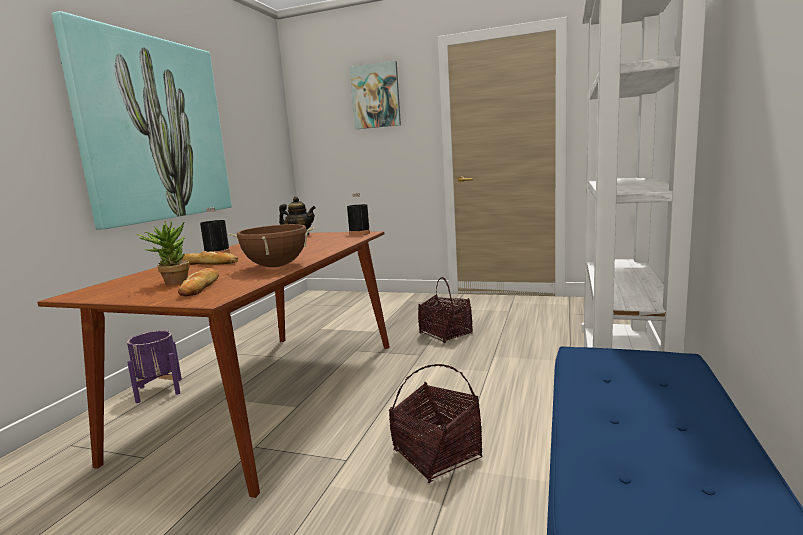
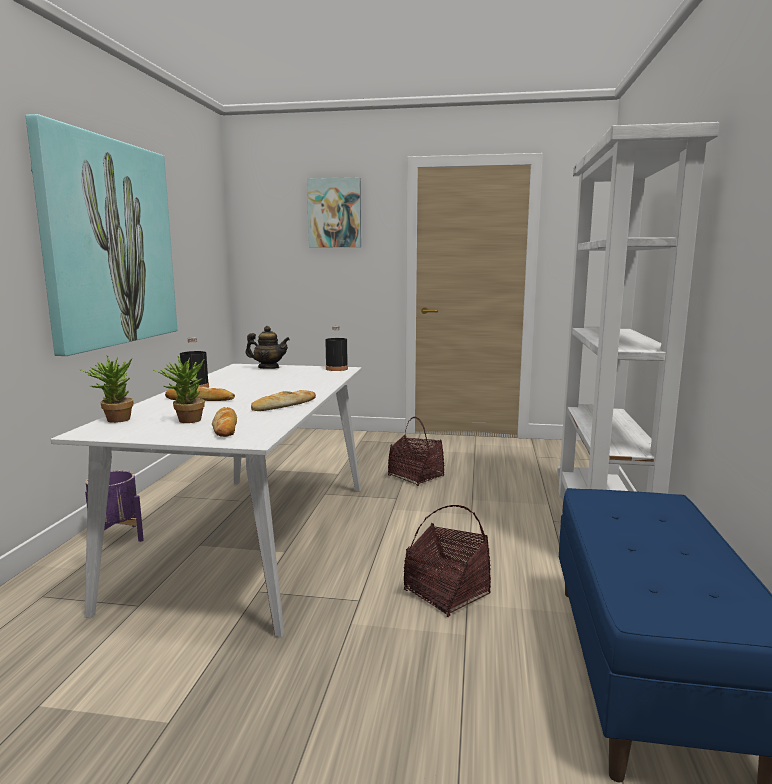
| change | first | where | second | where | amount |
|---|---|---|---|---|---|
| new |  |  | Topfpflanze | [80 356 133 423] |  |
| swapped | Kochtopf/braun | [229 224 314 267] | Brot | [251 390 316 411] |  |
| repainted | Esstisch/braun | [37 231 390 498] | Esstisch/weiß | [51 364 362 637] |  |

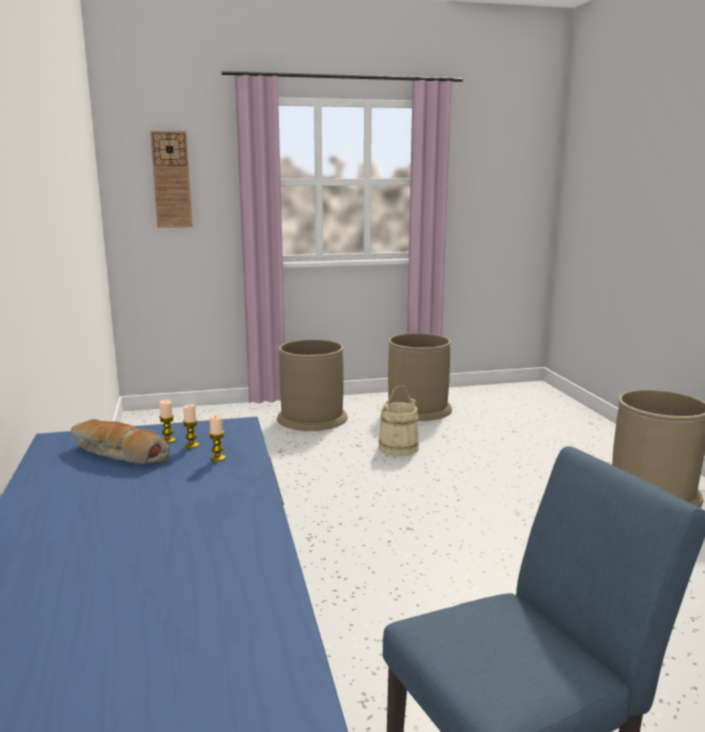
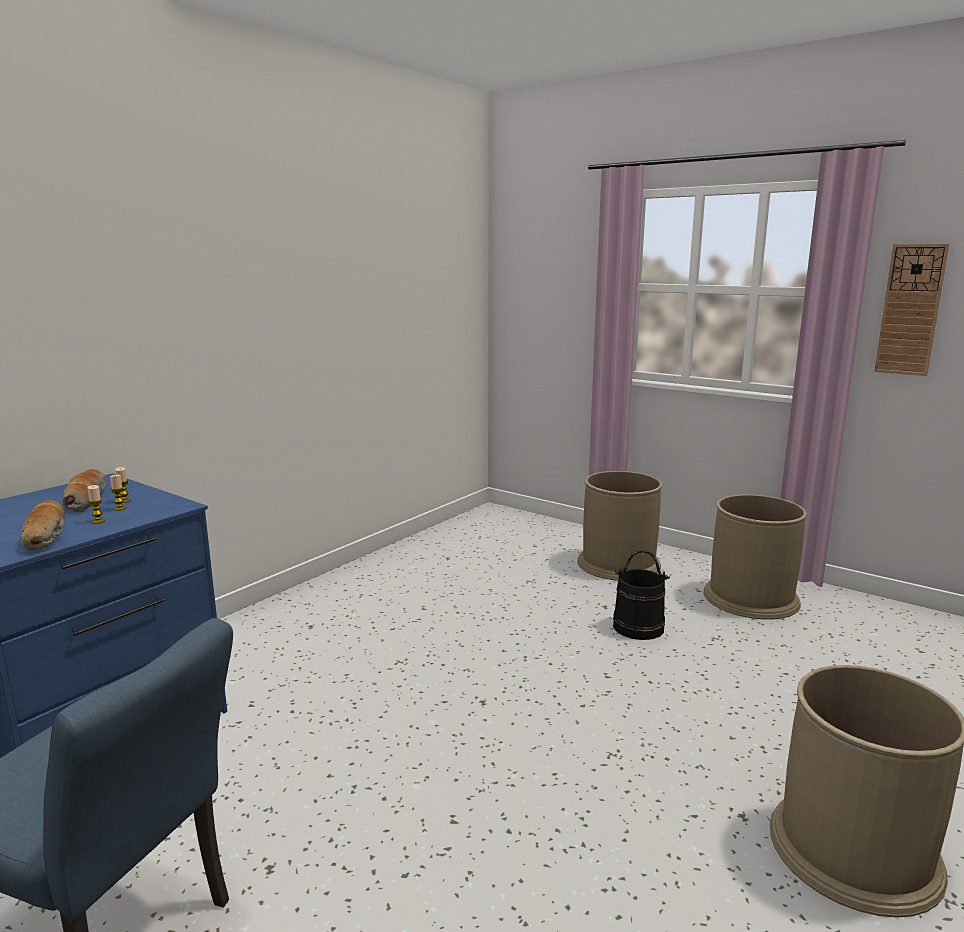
| change | first | where | second | where | amount |
|---|---|---|---|---|---|
| new |  |  | Brot | [21 500 65 550] |  |
| shifted | Wanduhr | [150 131 193 228] |  | [874 244 949 376] |  |
| repainted | Eimer/beige | [378 385 419 456] | Eimer/schwarz | [613 550 670 640] |  |

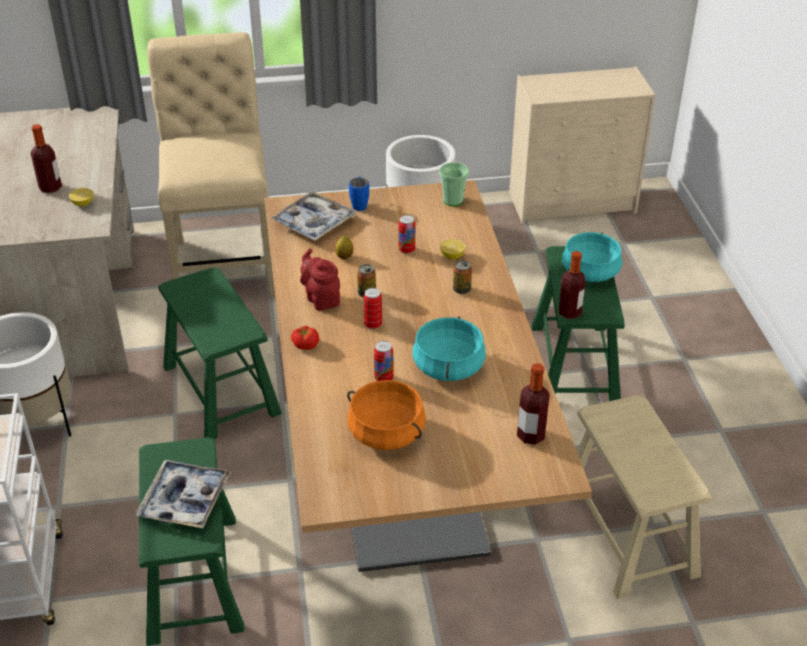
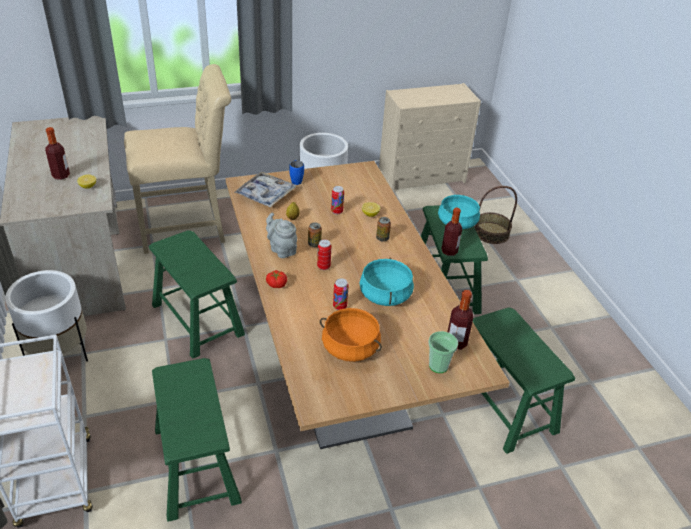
| change | first | where | second | where | amount |
|---|---|---|---|---|---|
| gone | Tablett | [135 460 231 528] |  |  |  |
| new |  |  | Korb | [475 186 517 244] |  |
| shifted | Tasse | [439 163 469 206] |  | [428 331 458 373] |  |
| repainted | Teekanne/rot | [300 248 340 311] | Teekanne/grau | [266 213 297 258] |  |
| repainted | Hocker/beige | [577 395 712 599] | Hocker/grün | [473 307 575 454] |  |
| rotated | Stuhl/beige | [147 32 275 298] |  | [124 64 231 254] | 90 degrees clockwise |

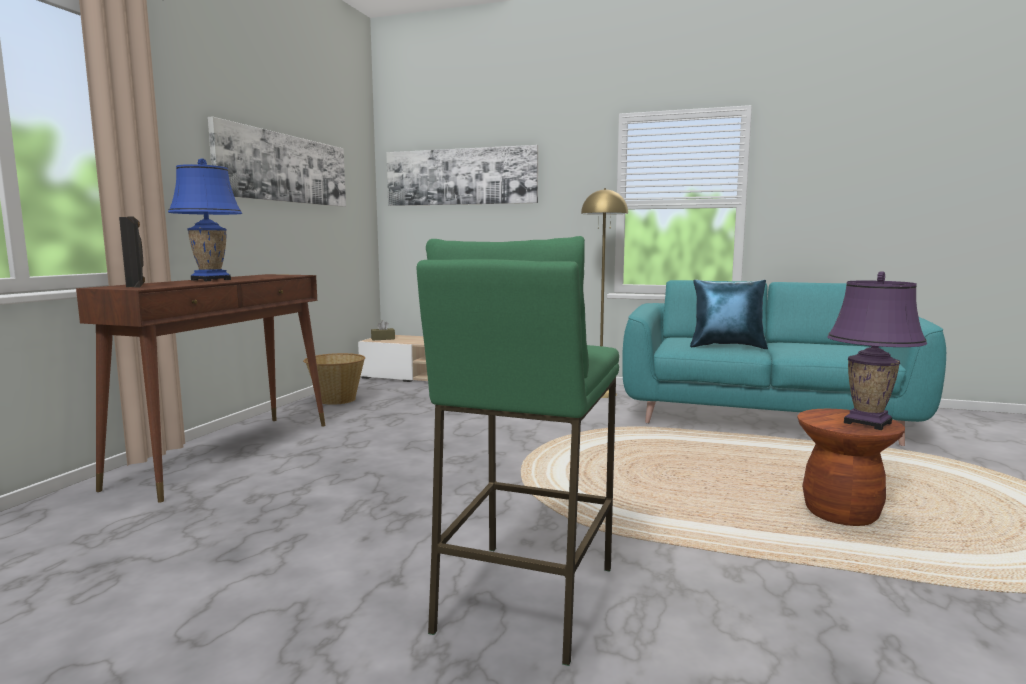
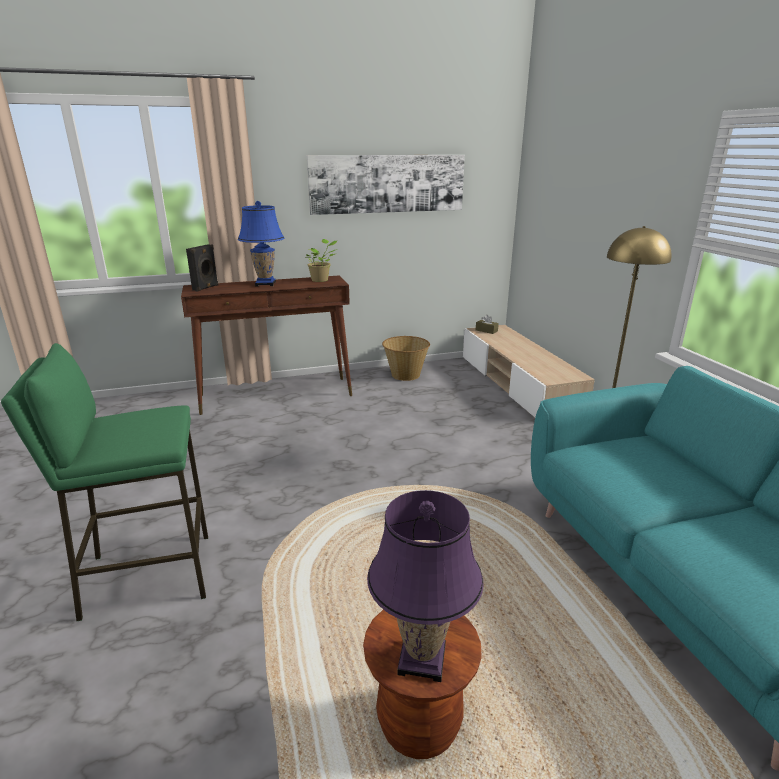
| change | first | where | second | where | amount |
|---|---|---|---|---|---|
| gone | Bild | [386 145 538 206] |  |  |  |
| gone | Kissen/blau | [690 280 768 349] |  |  |  |
| new |  |  | Topfpflanze | [305 239 338 282] |  |

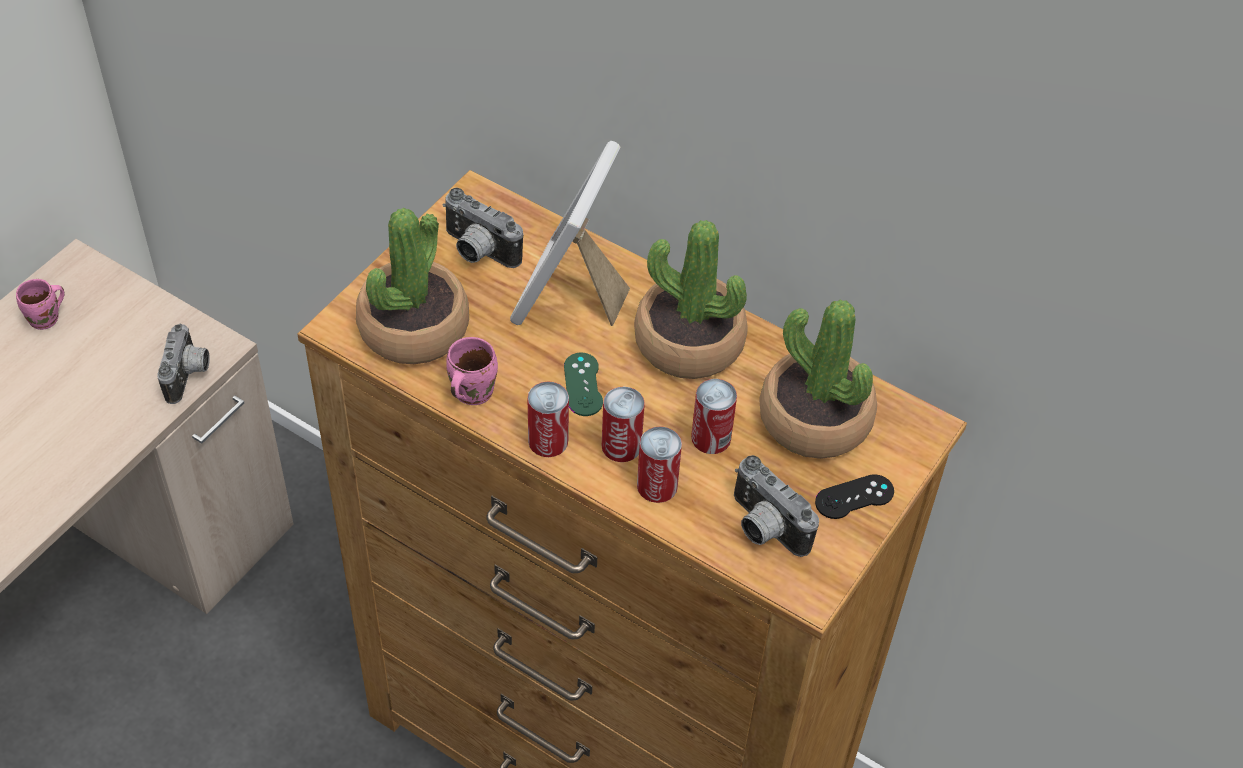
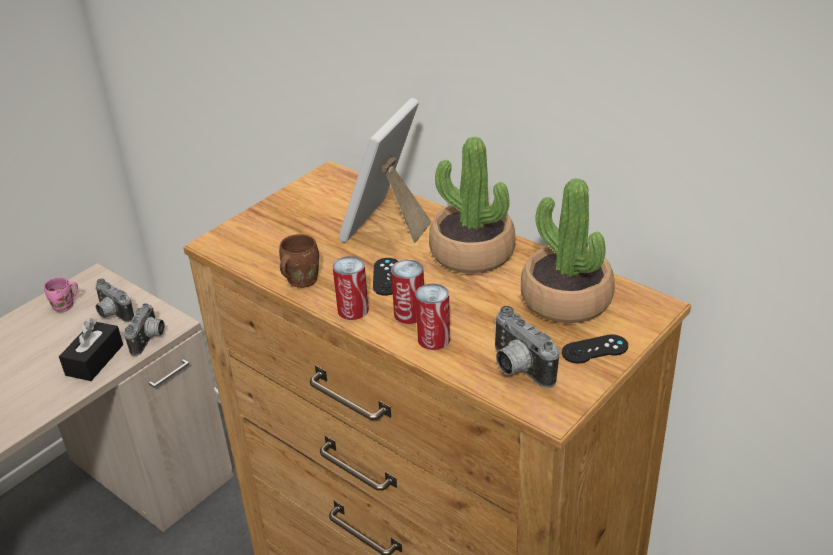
| change | first | where | second | where | amount |
|---|---|---|---|---|---|
| gone | Topfpflanze | [356 208 469 364] |  |  |  |
| gone | Dose | [691 379 737 454] |  |  |  |
| new |  |  | Taschentuchbox/schwarz | [59 318 123 381] |  |
| shifted | Kamera | [442 187 523 268] |  | [95 278 134 322] |  |
| repainted | Henkelbecher/rosa | [446 337 498 405] | Henkelbecher/braun | [279 234 319 288] |  |
| repainted | Gamepad/grün | [564 353 603 416] | Gamepad/schwarz | [373 258 398 296] |  |

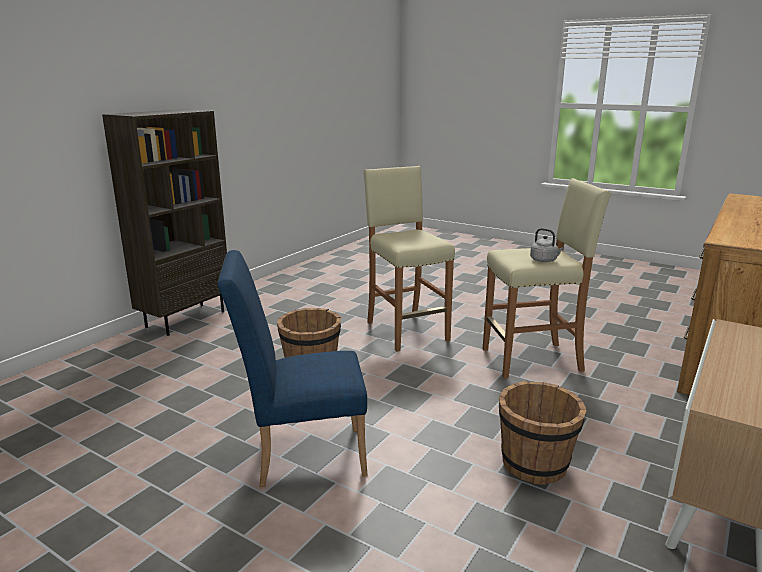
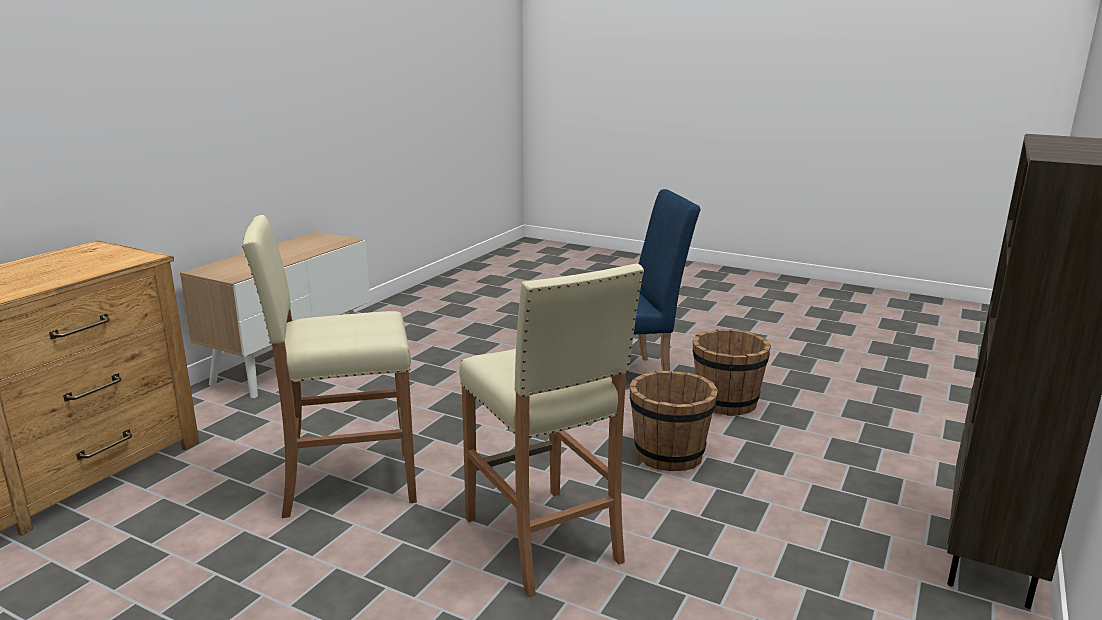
| change | first | where | second | where | amount |
|---|---|---|---|---|---|
| gone | Wasserkessel/grau | [530 228 564 262] |  |  |  |
| shifted | Eimer/braun | [499 381 587 485] |  | [692 329 771 416] |  |

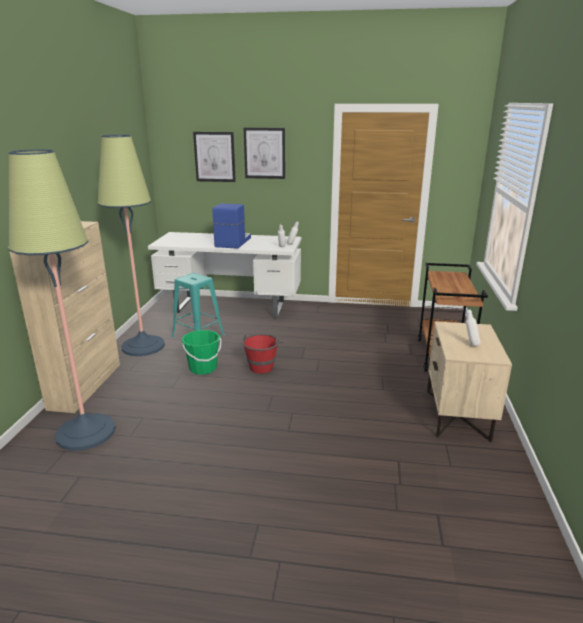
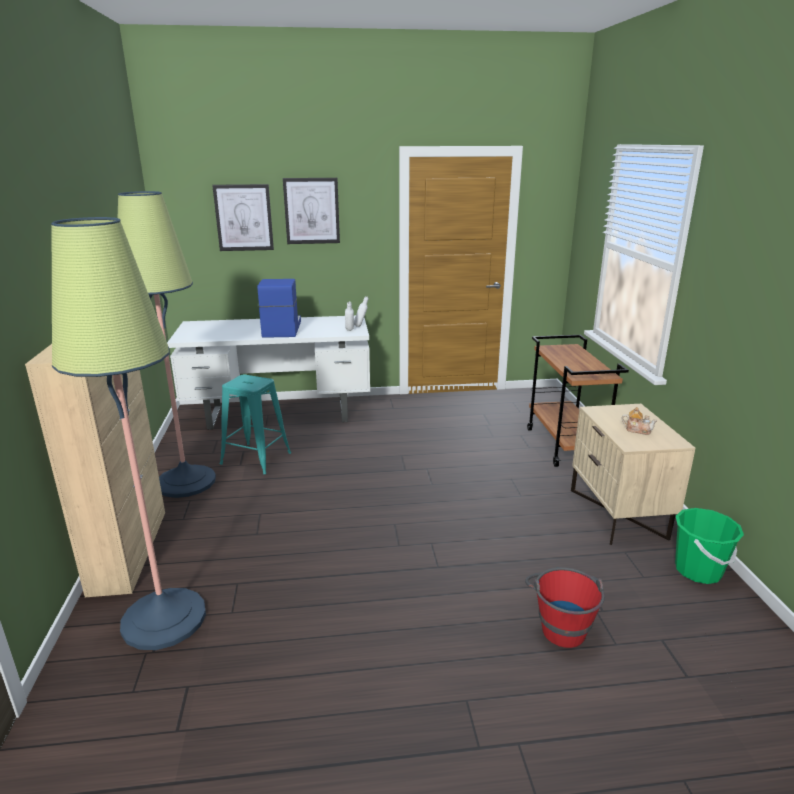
| change | first | where | second | where | amount |
|---|---|---|---|---|---|
| shifted | Eimer/grün | [182 330 221 375] |  | [675 508 744 584] |  |
| shifted | Eimer/rot | [242 334 283 374] |  | [525 567 605 648] |  |
| swapped | Flasche/weiß | [466 309 480 346] | Teekanne | [622 407 658 435] |  |

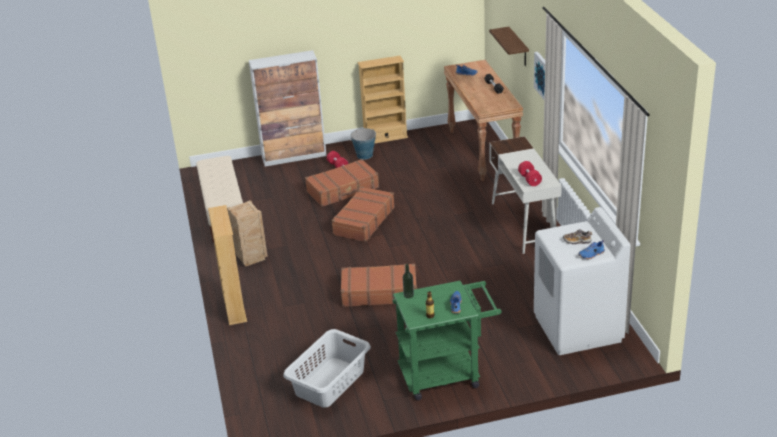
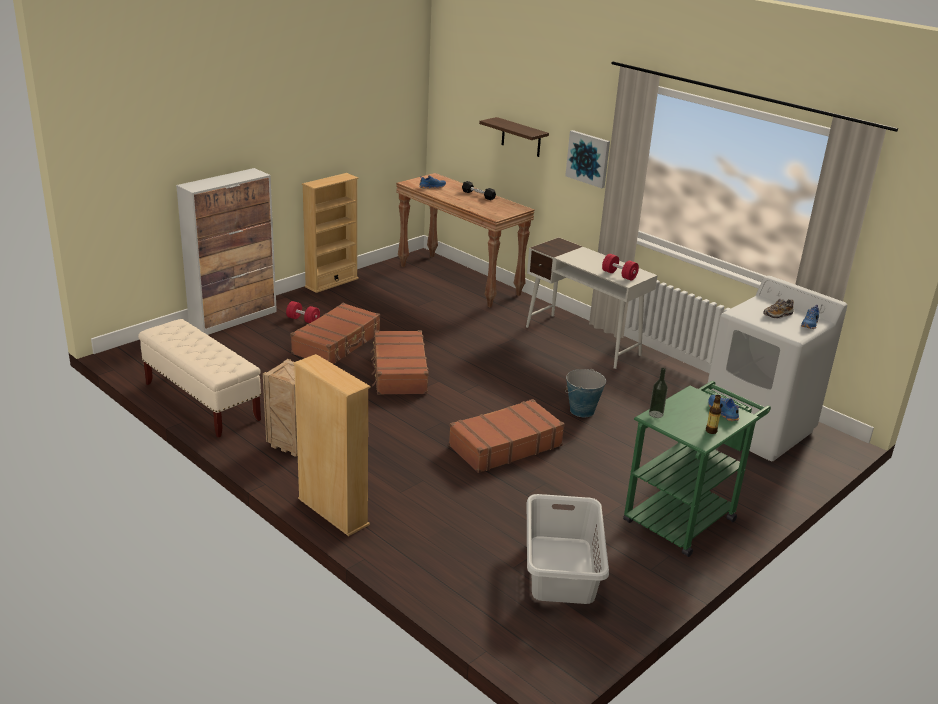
| change | first | where | second | where | amount |
|---|---|---|---|---|---|
| shifted | Eimer | [350 128 376 160] |  | [564 369 606 417] |  |

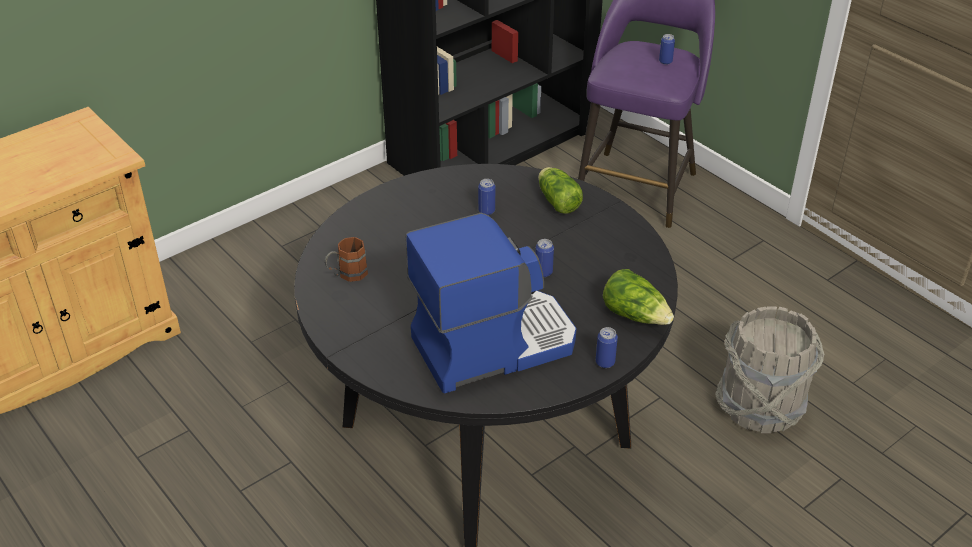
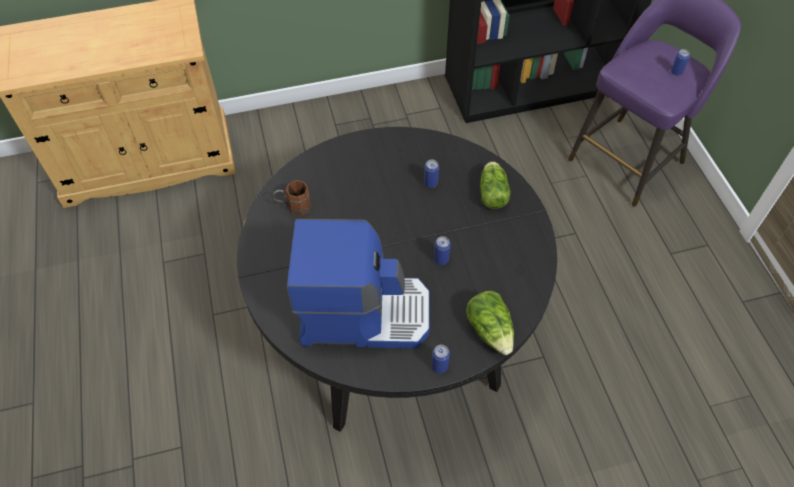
| change | first | where | second | where | amount |
|---|---|---|---|---|---|
| gone | Eimer/grau | [715 306 825 433] |  |  |  |

